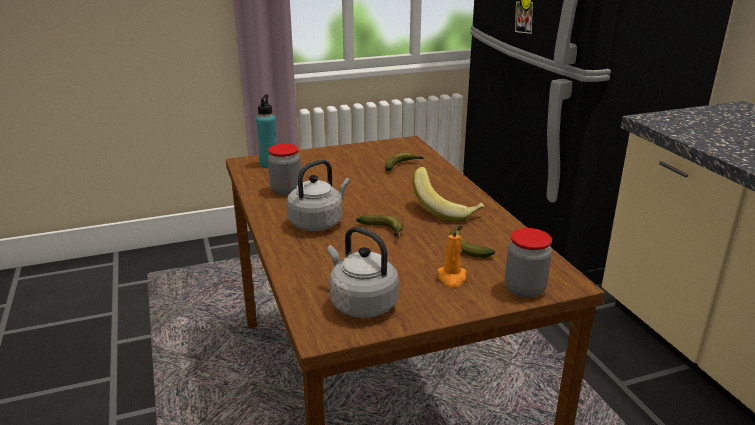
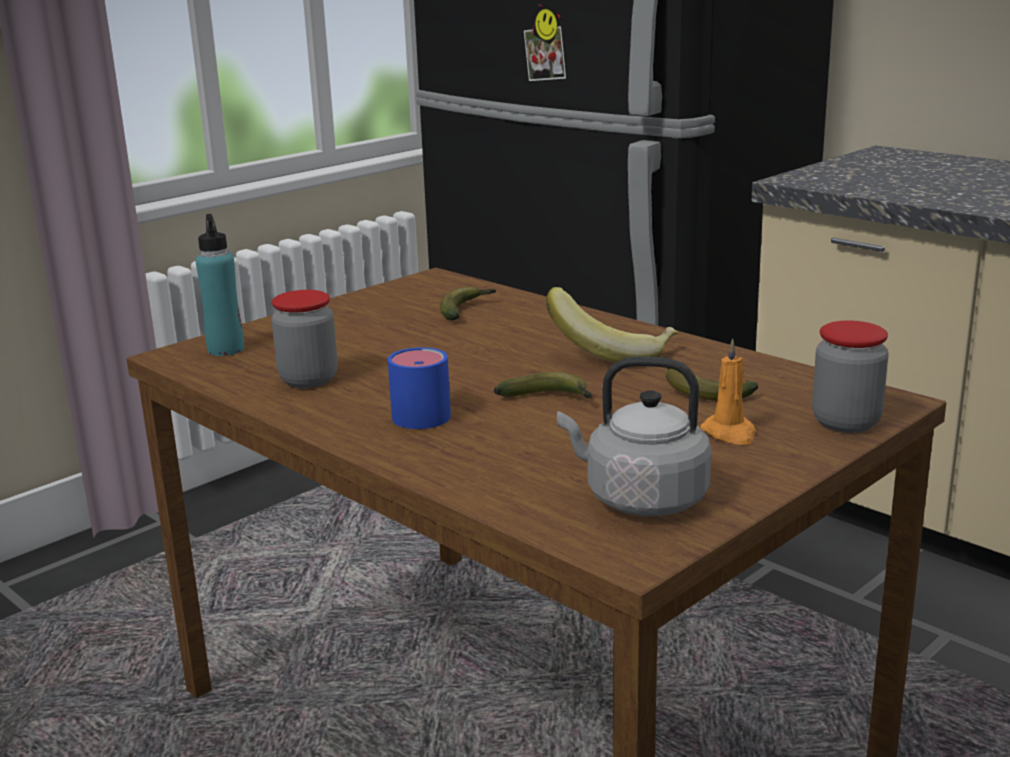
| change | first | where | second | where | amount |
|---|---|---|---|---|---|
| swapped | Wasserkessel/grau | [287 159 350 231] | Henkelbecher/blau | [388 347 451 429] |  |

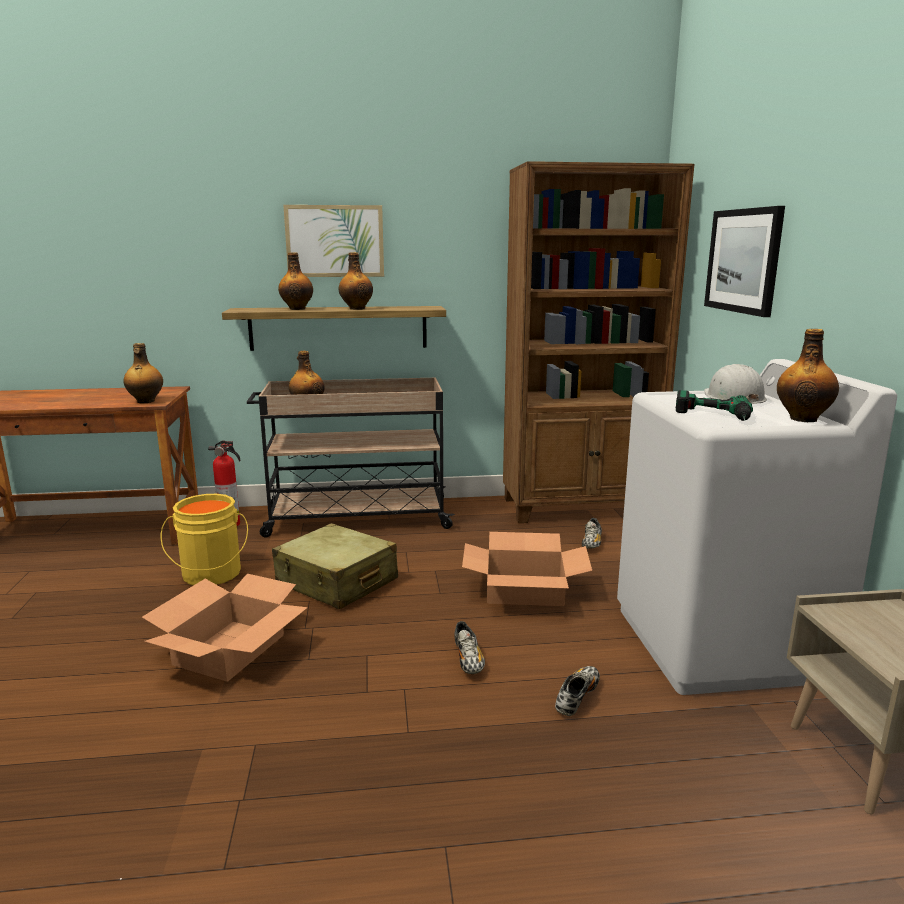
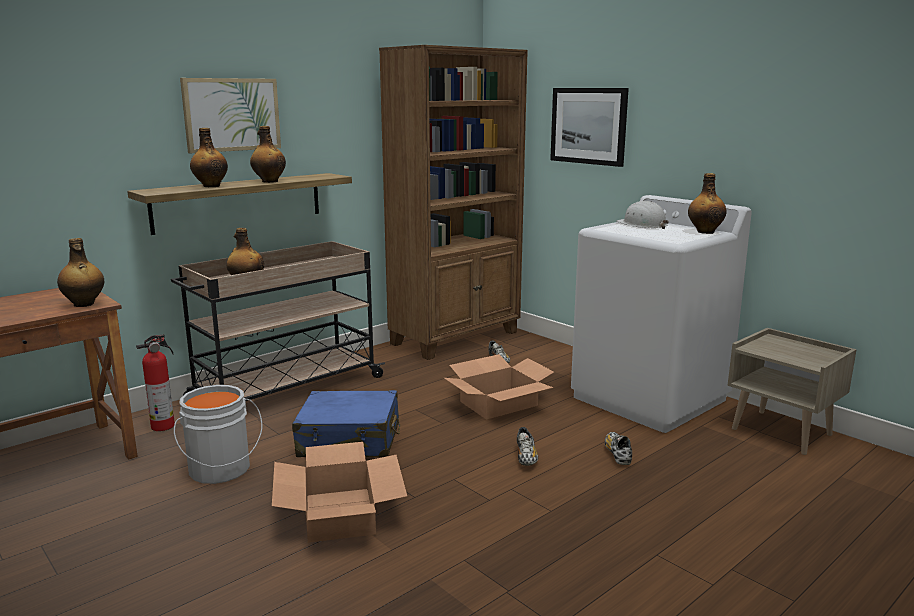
| change | first | where | second | where | amount |
|---|---|---|---|---|---|
| gone | Bohrmaschine | [676 390 753 421] |  |  |  |
| repainted | Eimer/gelb | [161 494 248 585] | Eimer/grau | [174 385 262 484] |  |
| repainted | Koffer/beige | [272 523 398 610] | Koffer/blau | [292 390 400 457] |  |
| rotated | Schuh | [454 621 485 674] |  | [517 427 538 466] | 45 degrees clockwise |

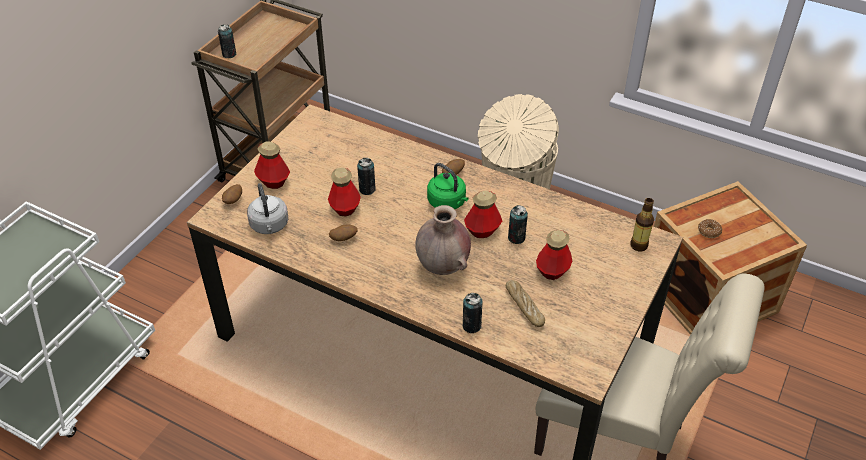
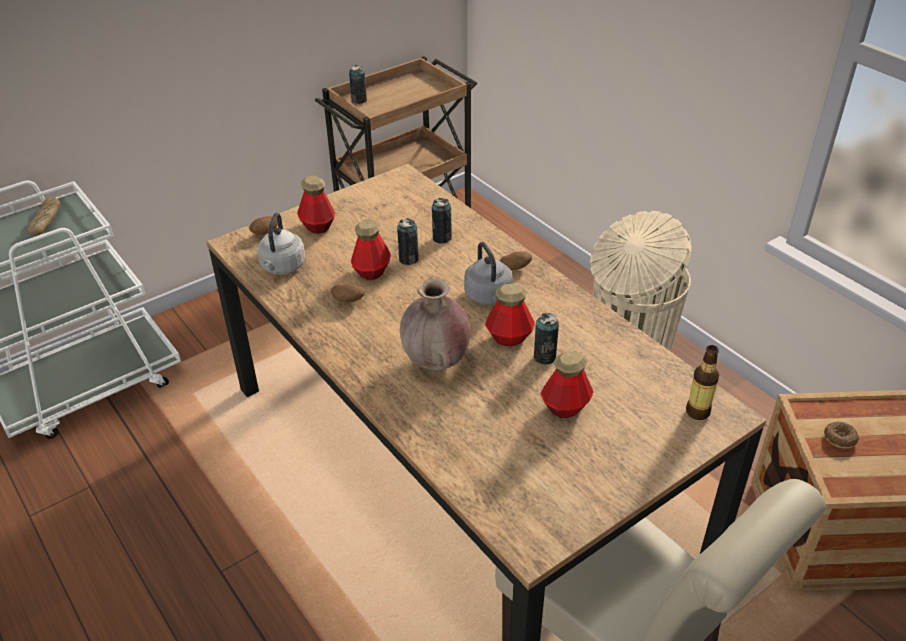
| change | first | where | second | where | amount |
|---|---|---|---|---|---|
| shifted | Dose | [463 293 483 333] |  | [432 198 452 244] |  |
| shifted | Brot | [506 280 545 327] |  | [28 197 60 236] |  |
| repainted | Wasserkessel/grün | [427 163 469 209] | Wasserkessel/grau | [464 242 513 305] |  |

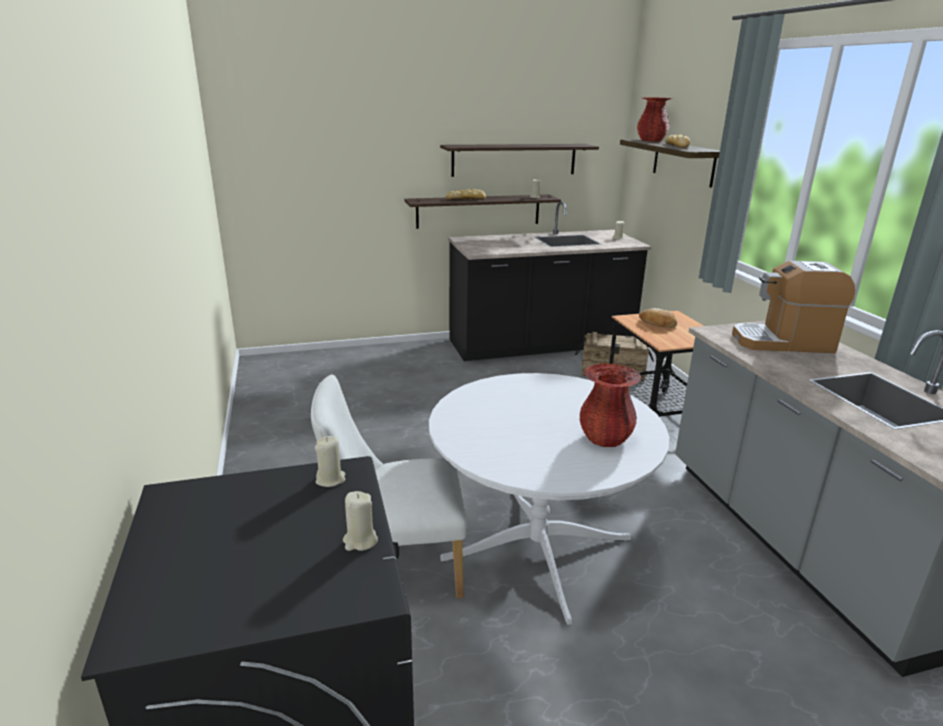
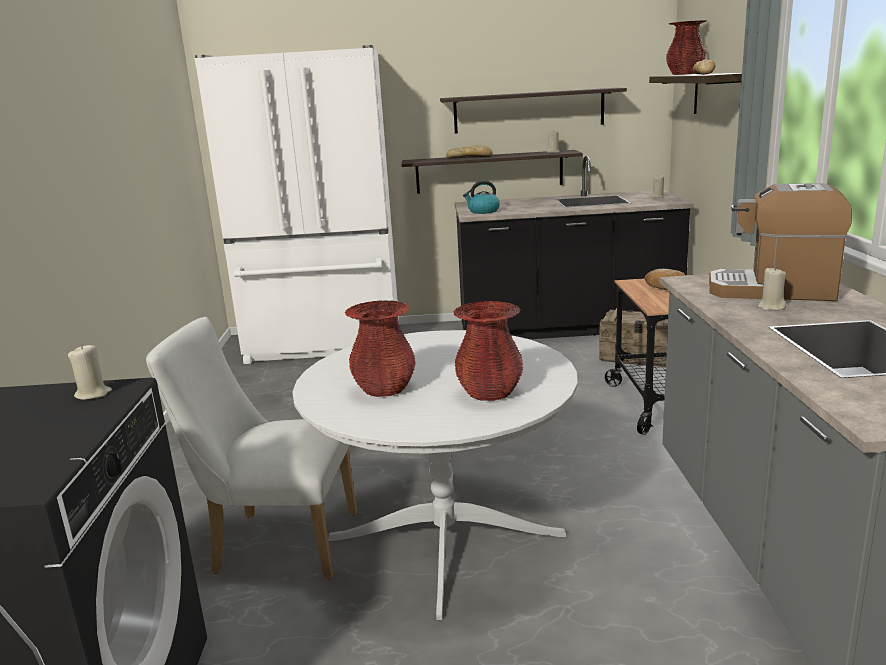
| change | first | where | second | where | amount |
|---|---|---|---|---|---|
| new |  |  | Kühlschrank/weiß | [195 45 399 364] |  |
| new |  |  | Vase/rot | [345 300 416 397] |  |
| new |  |  | Wasserkessel | [463 181 500 214] |  |
| shifted | Kerze/beige | [343 491 378 551] |  | [758 267 786 311] |  |

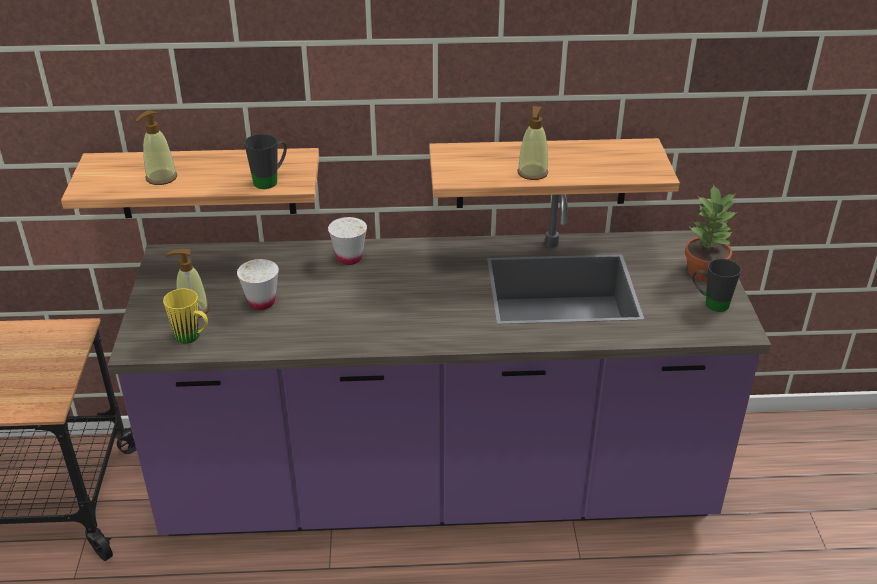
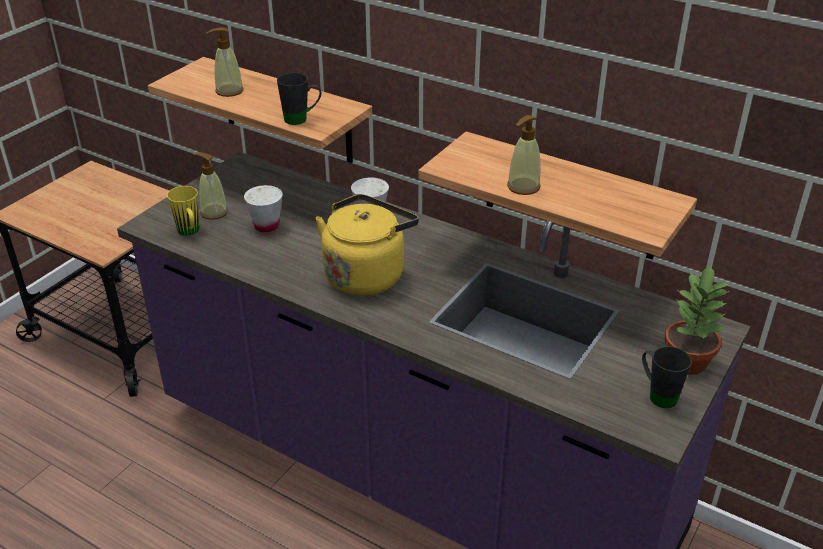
| change | first | where | second | where | amount |
|---|---|---|---|---|---|
| new |  |  | Wasserkessel/gelb | [315 194 419 295] |  |

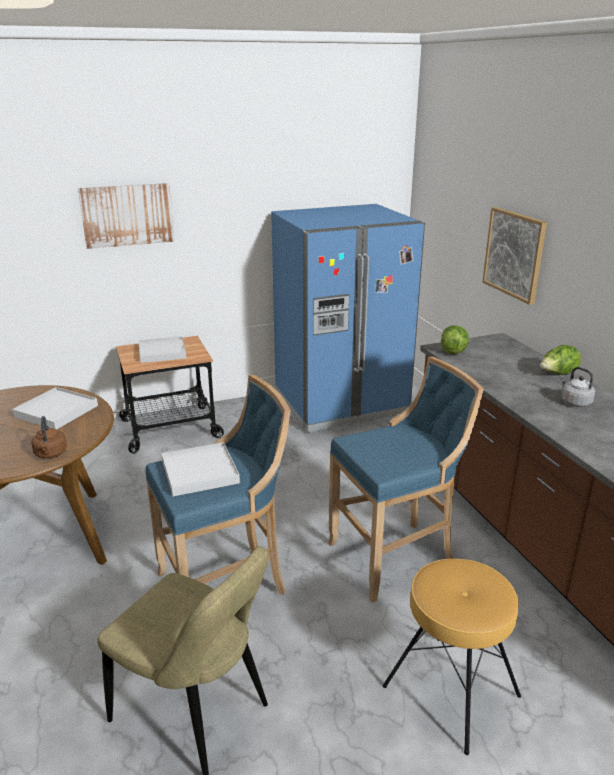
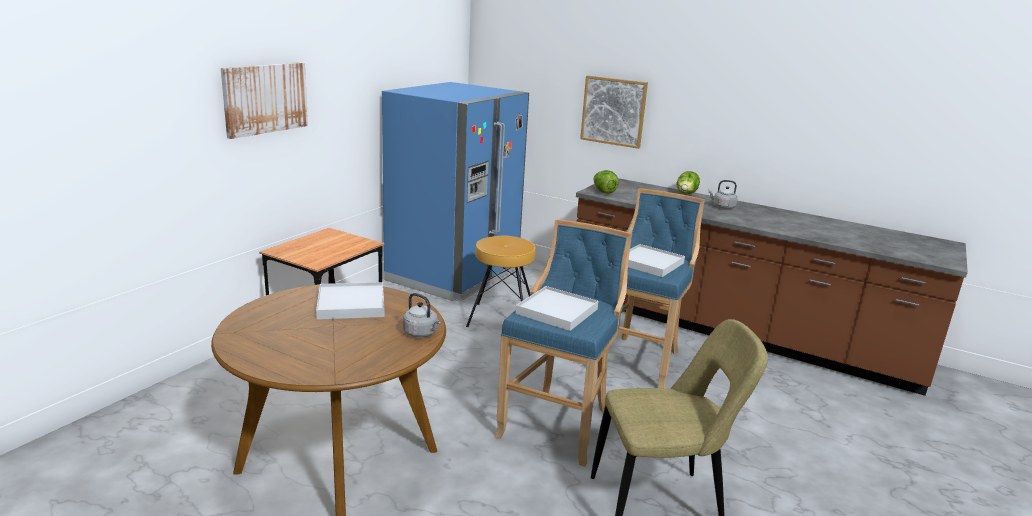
| change | first | where | second | where | amount |
|---|---|---|---|---|---|
| shifted | Tablett/weiß | [139 336 186 363] |  | [628 244 685 277] |  |
| shifted | Hocker/braun | [382 559 521 755] |  | [466 235 536 327] |  |
| repainted | Wasserkessel/braun | [31 416 67 459] | Wasserkessel/grau | [403 293 441 337] |  |

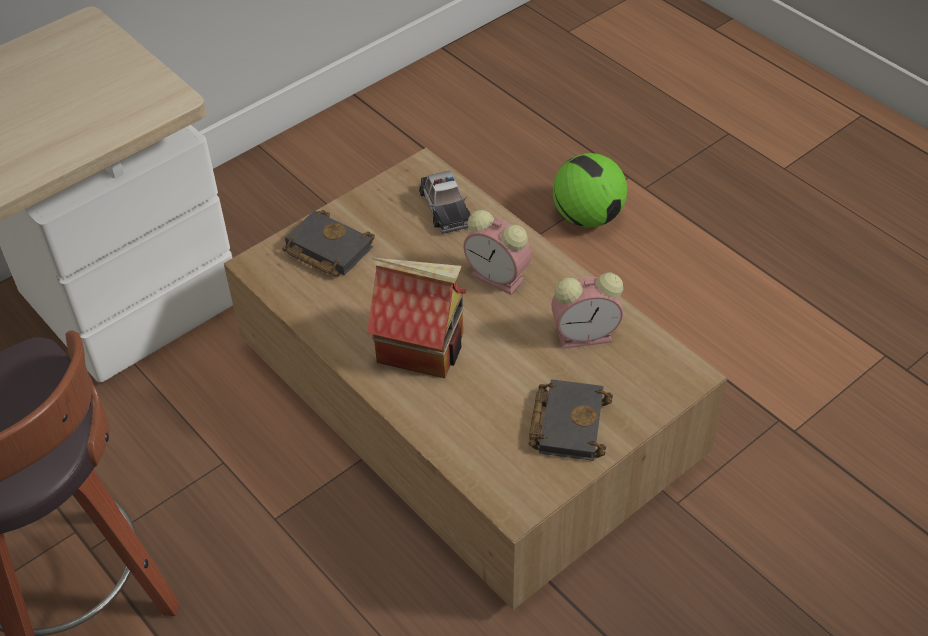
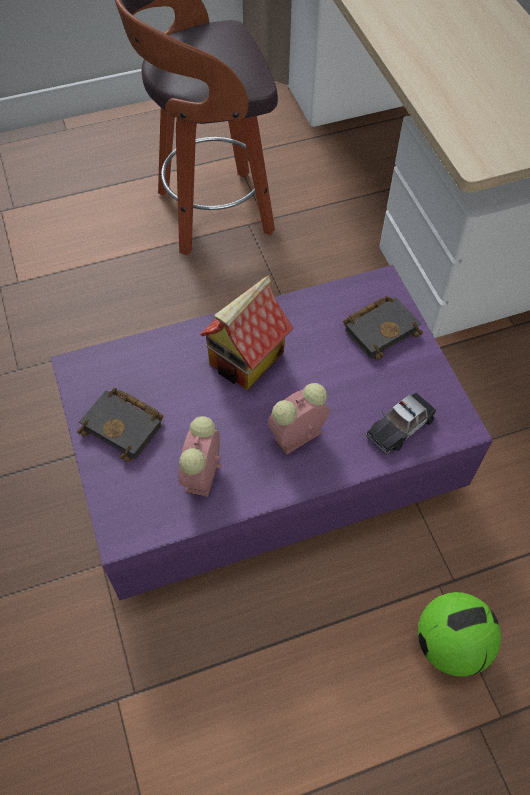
| change | first | where | second | where | amount |
|---|---|---|---|---|---|
| repainted | Couchtisch/braun | [224 148 727 610] | Couchtisch/lila | [51 265 493 600] |  |
| rotated | Spielzeugauto | [419 170 471 234] |  | [366 392 436 455] | 45 degrees counterclockwise |

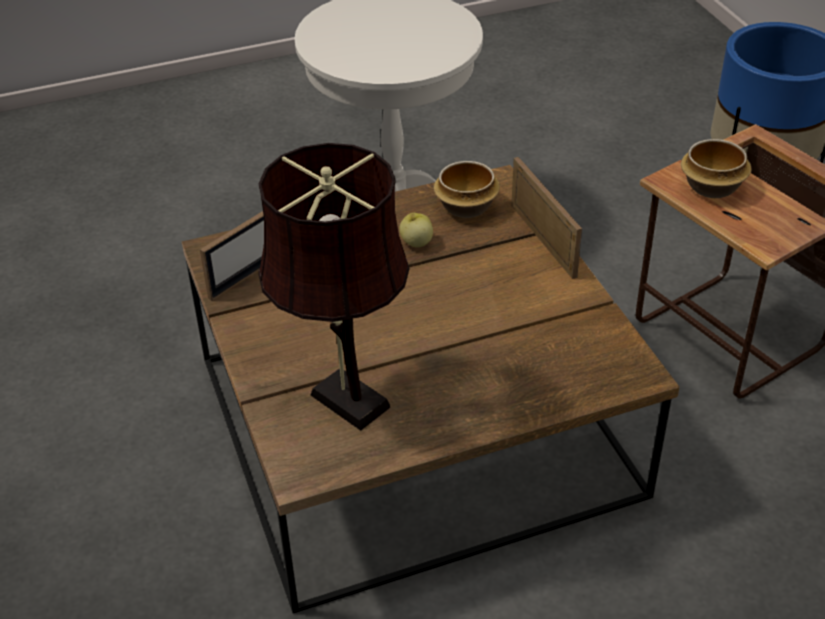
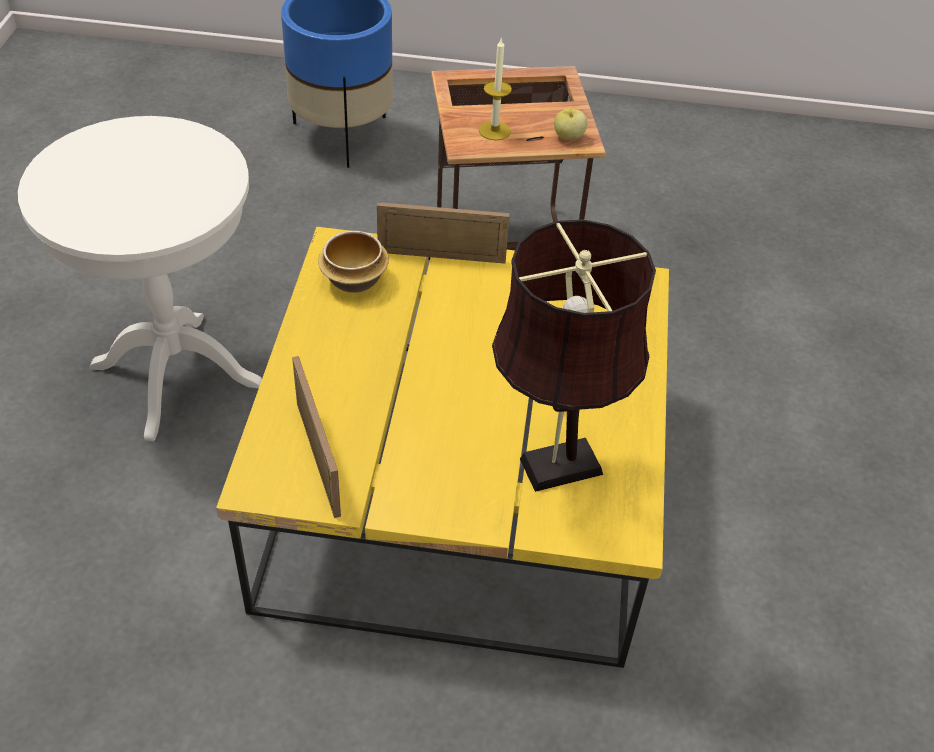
| change | first | where | second | where | amount |
|---|---|---|---|---|---|
| shifted | Apfel | [399 213 433 248] |  | [554 108 587 140] |  |
| swapped | Schüssel | [681 139 752 198] | Kerze | [479 37 512 140] |  |
| repainted | Couchtisch/braun | [182 165 680 614] | Couchtisch/gelb | [216 227 669 668] |  |

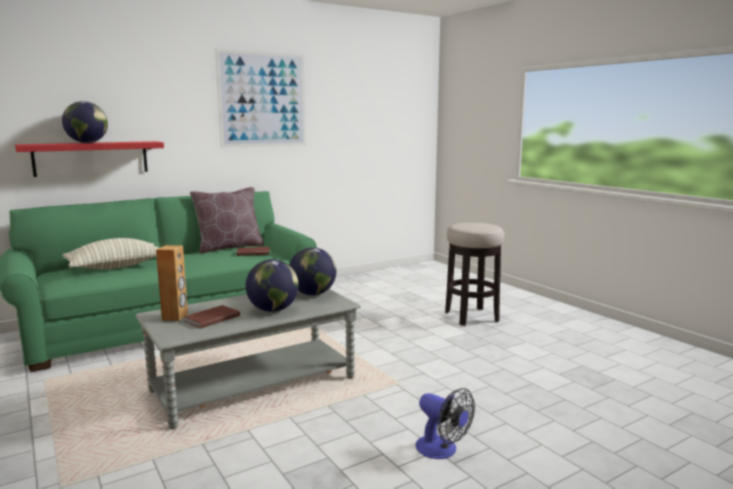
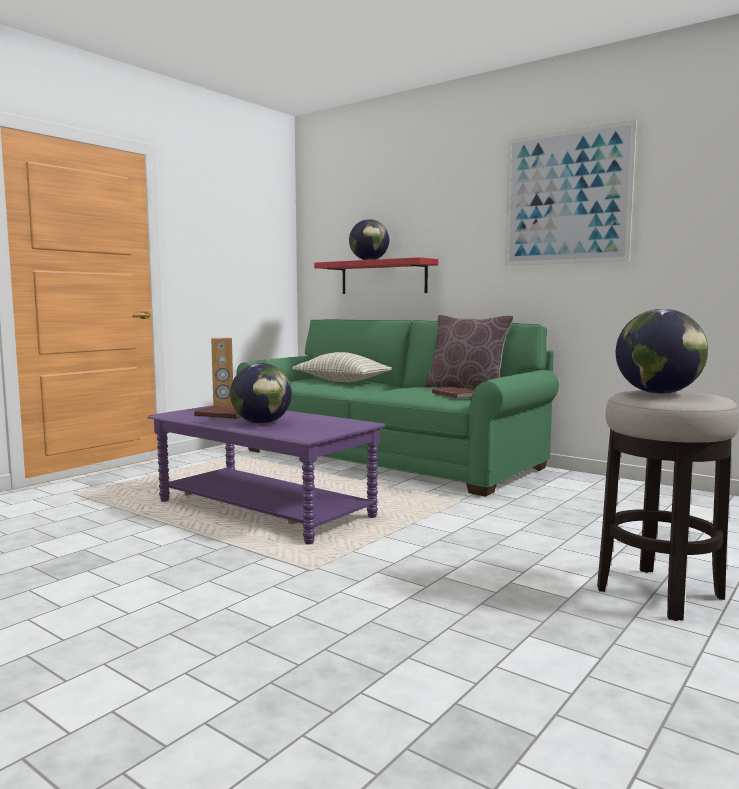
| change | first | where | second | where | amount |
|---|---|---|---|---|---|
| gone | Ventilator | [415 388 475 459] |  |  |  |
| shifted | Globus | [289 247 337 295] |  | [616 309 708 394] |  |
| repainted | Couchtisch/grau | [135 289 361 429] | Couchtisch/lila | [147 405 385 544] |  |

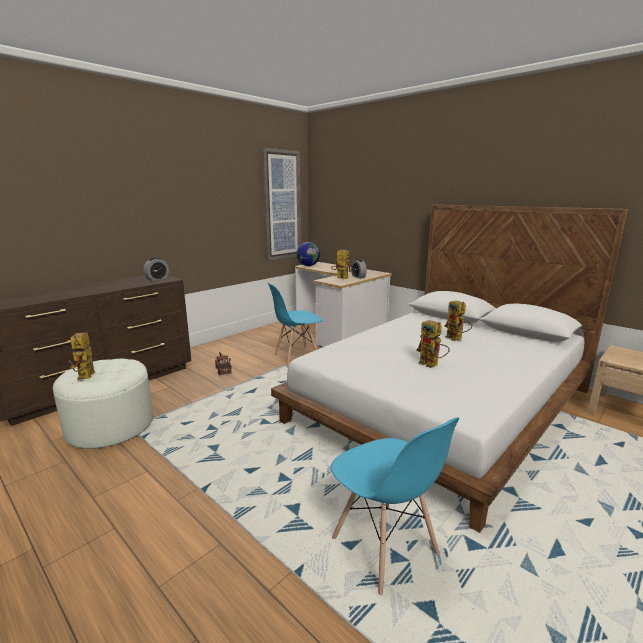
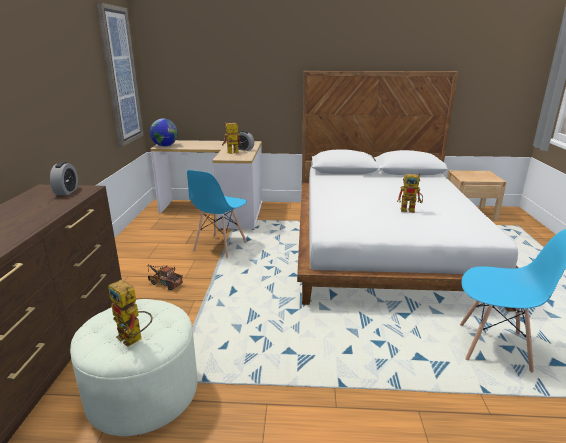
| change | first | where | second | where | amount |
|---|---|---|---|---|---|
| gone | Spielzeugroboter | [444 300 472 341] |  |  |  |

